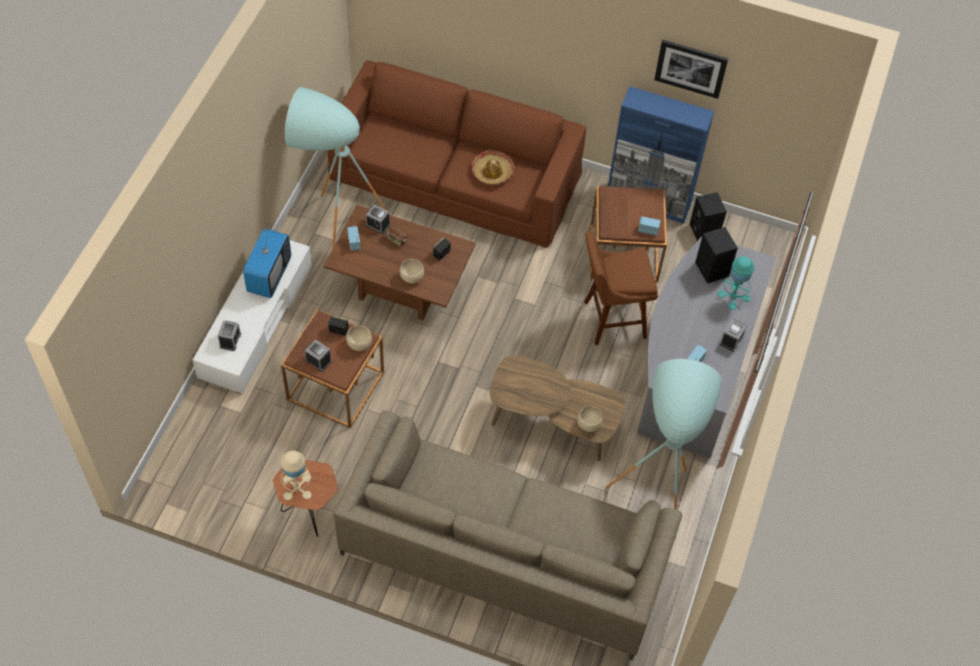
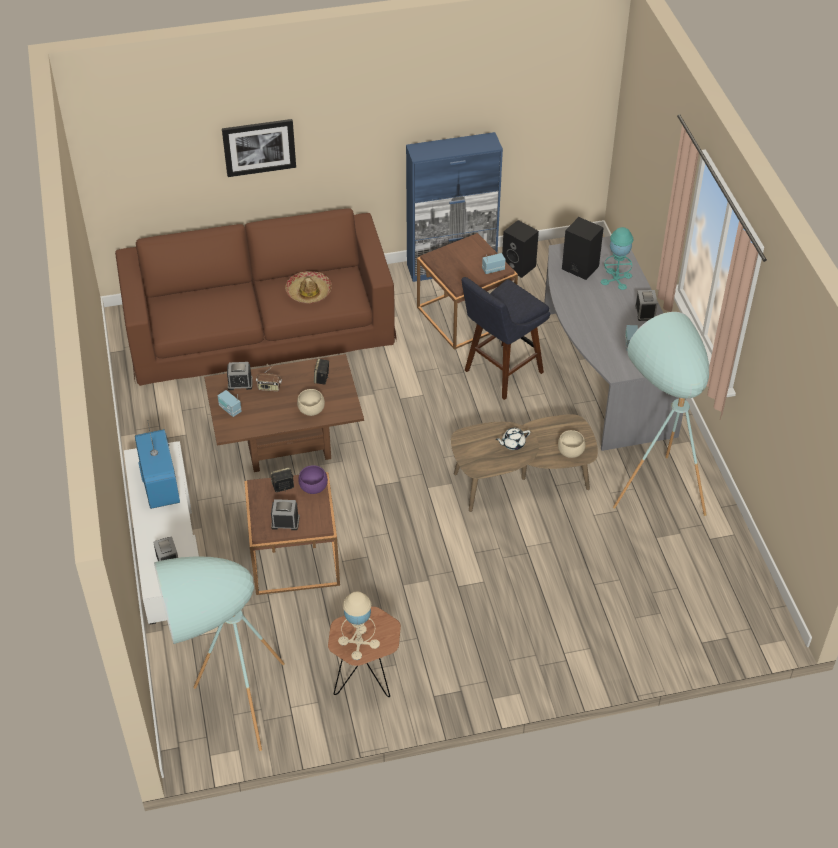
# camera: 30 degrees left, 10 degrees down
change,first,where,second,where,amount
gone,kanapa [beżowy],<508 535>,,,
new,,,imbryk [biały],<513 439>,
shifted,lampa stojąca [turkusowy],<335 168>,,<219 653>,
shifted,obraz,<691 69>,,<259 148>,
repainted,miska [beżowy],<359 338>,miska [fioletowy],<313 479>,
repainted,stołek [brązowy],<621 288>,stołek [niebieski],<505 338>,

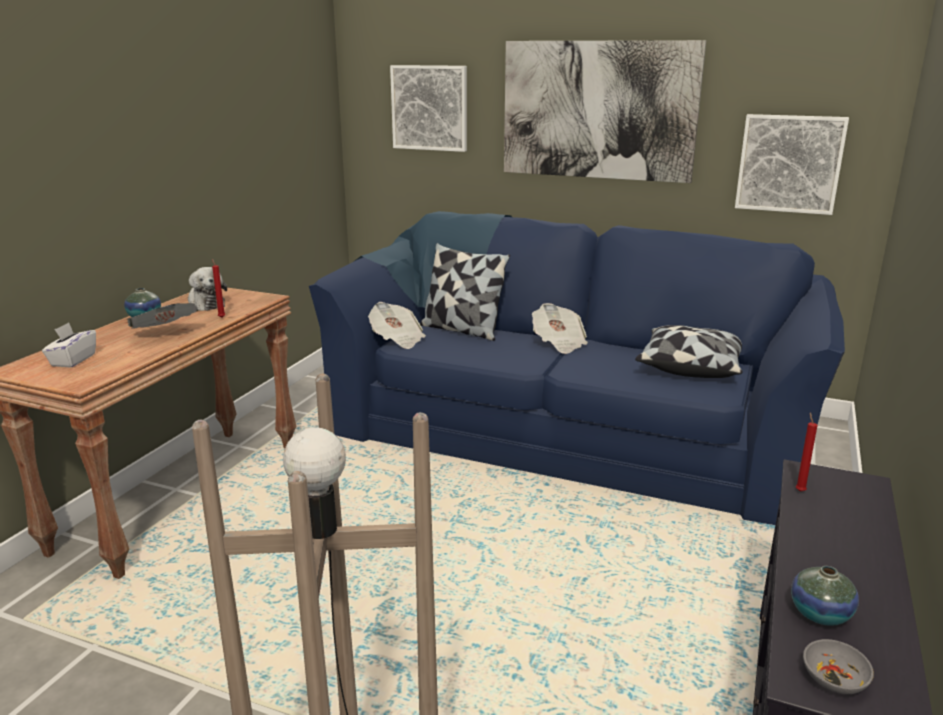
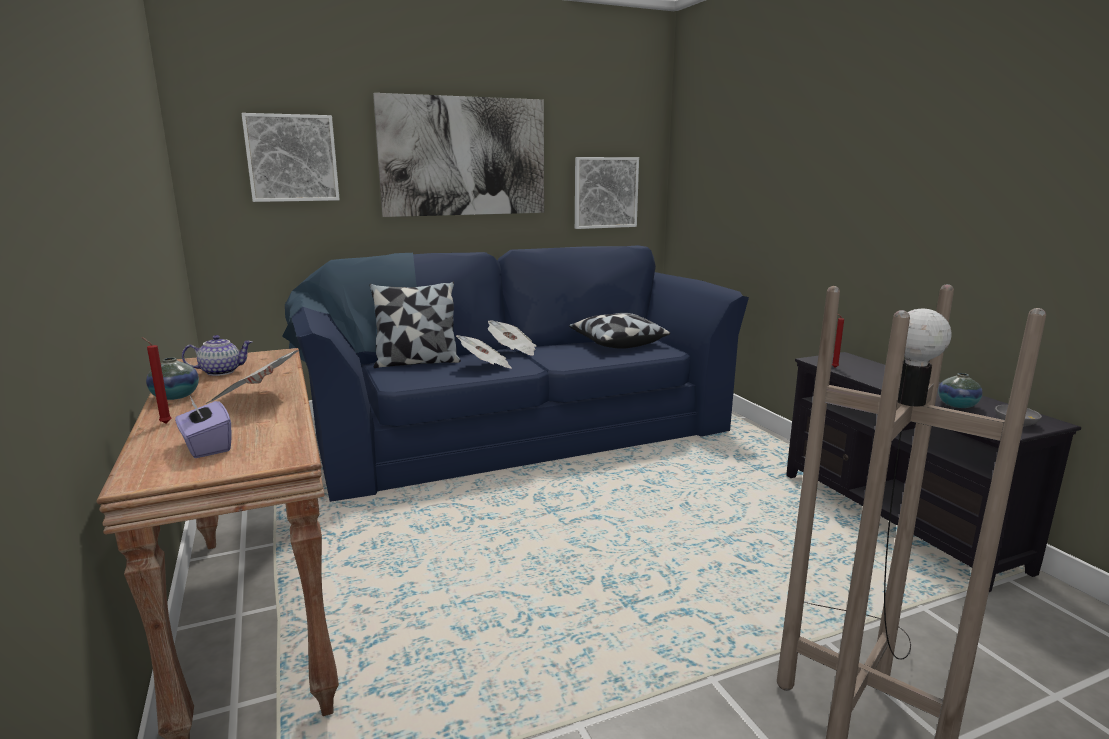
# camera: 45 degrees left, 5 degrees down
change,first,where,second,where,amount
shifted,świeca [czerwony],<218 288>,,<157 380>,
shifted,gazeta,<397 325>,,<484 352>,
swapped,pluszak,<207 289>,imbryk,<217 355>,
repainted,pudełko chusteczek [biały],<69 345>,pudełko chusteczek [fioletowy],<203 427>,

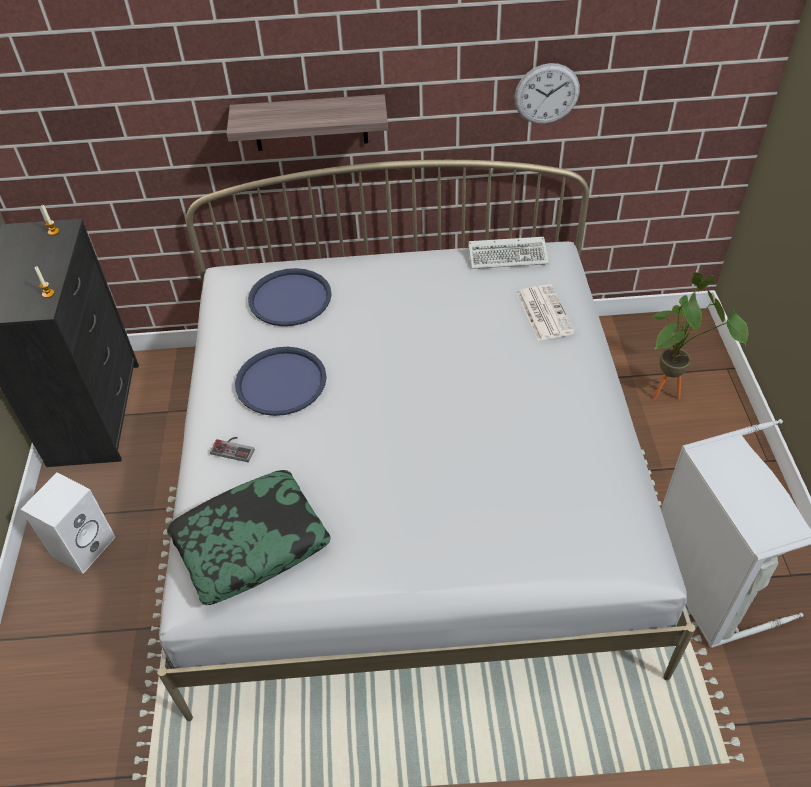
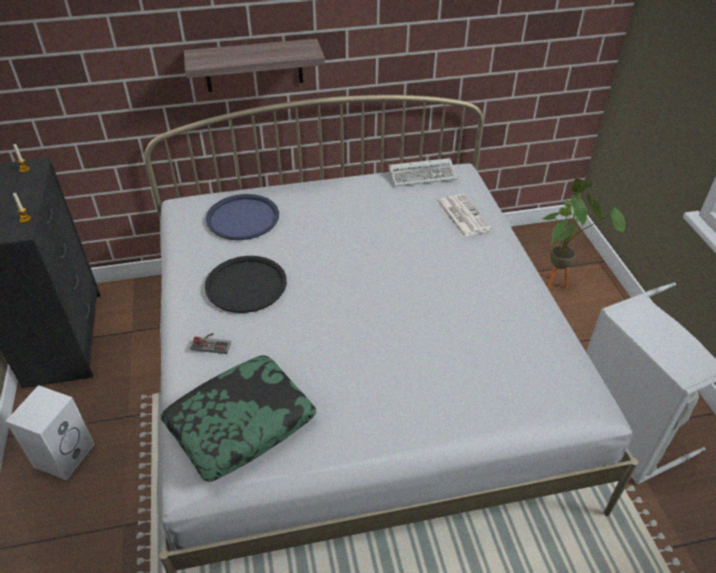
# camera: 10 degrees left, 5 degrees down
change,first,where,second,where,amount
gone,zegar ścienny,<547 93>,,,
repainted,taca [niebieski],<281 381>,taca [czarny],<246 284>,

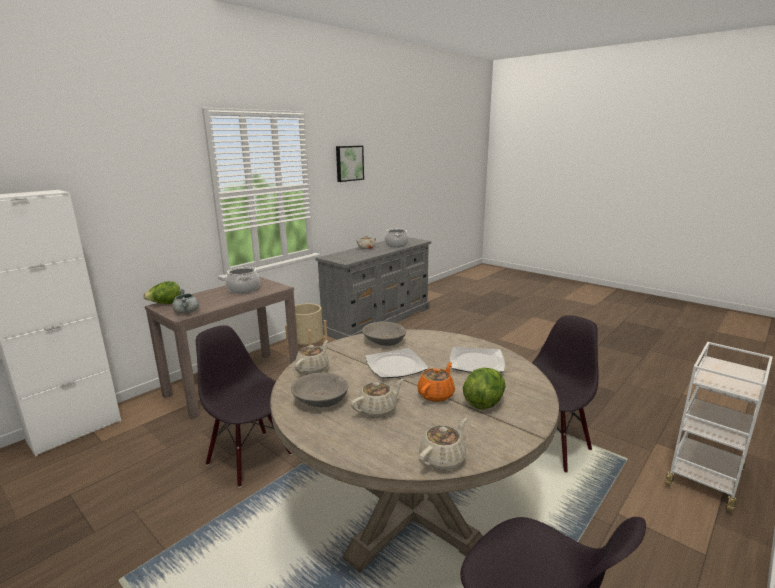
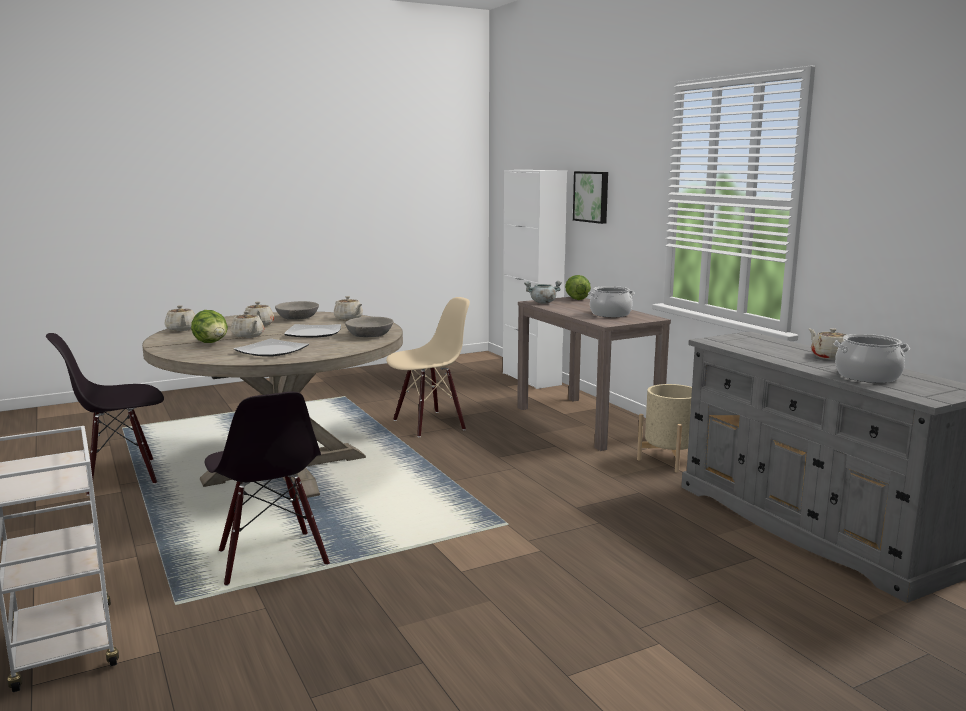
# camera: 110 degrees right, 5 degrees down
change,first,where,second,where,amount
shifted,obraz,<350 164>,,<590 197>,
repainted,krzesło [czarny],<244 406>,krzesło [beżowy],<428 367>,
repainted,imbryk [pomarańczowy],<436 382>,imbryk [beżowy],<247 324>,

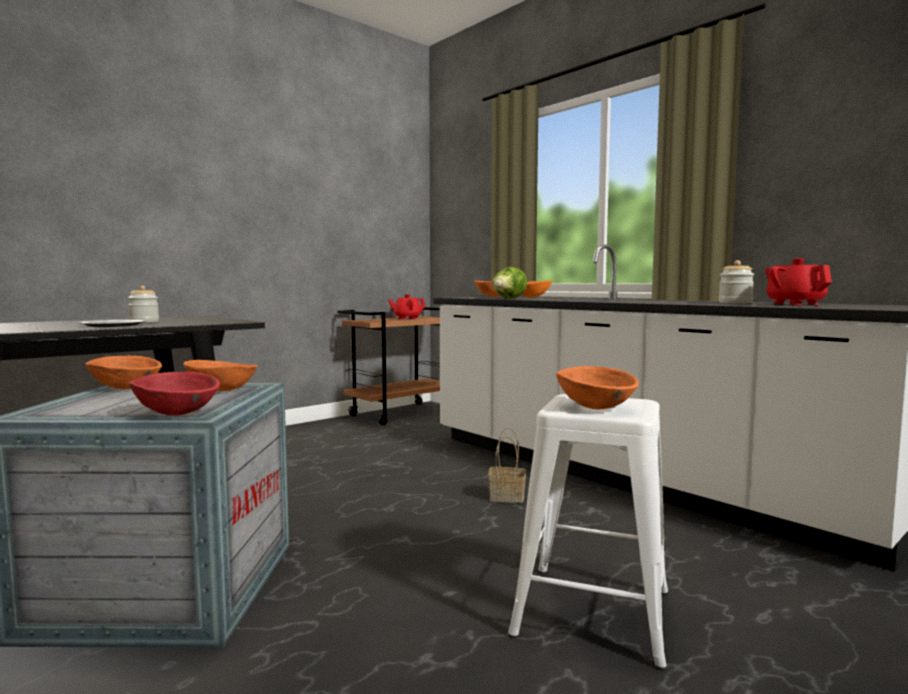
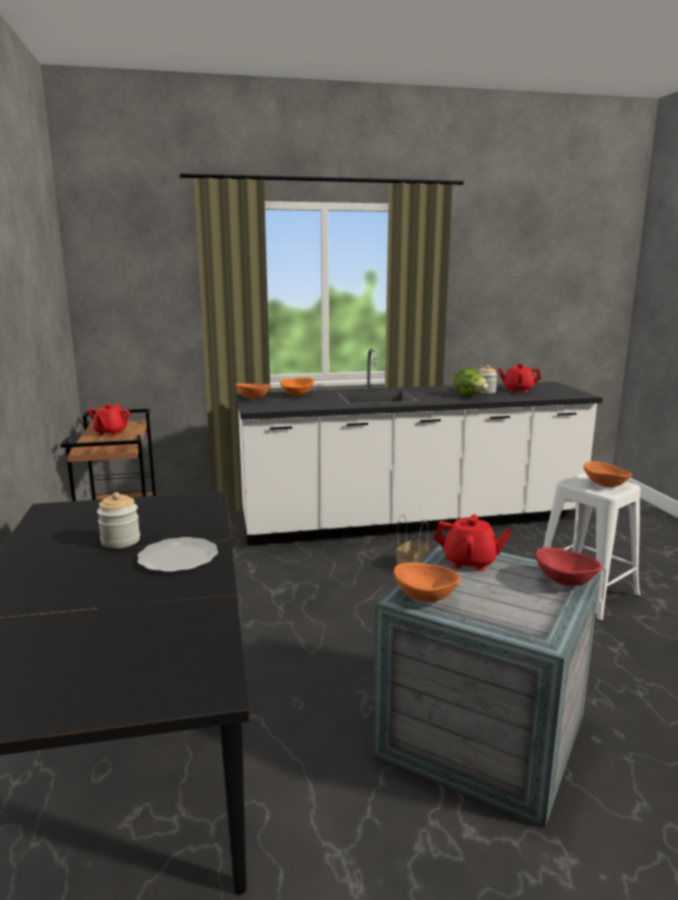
# camera: 60 degrees left, 10 degrees up
change,first,where,second,where,amount
shifted,sałata,<509 282>,,<471 382>,
swapped,miska [pomarańczowy],<220 375>,imbryk [czerwony],<472 542>,

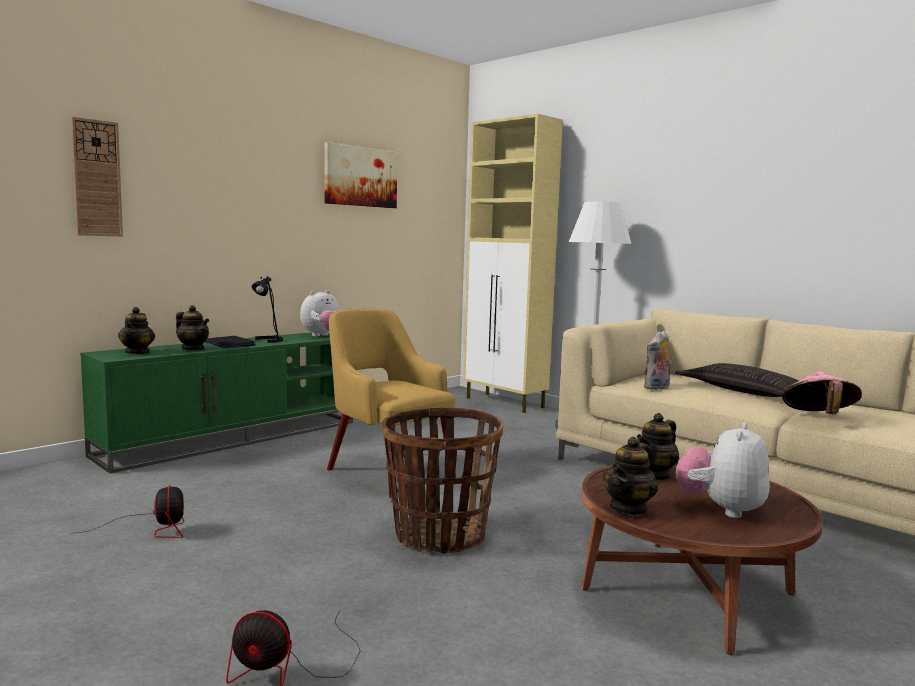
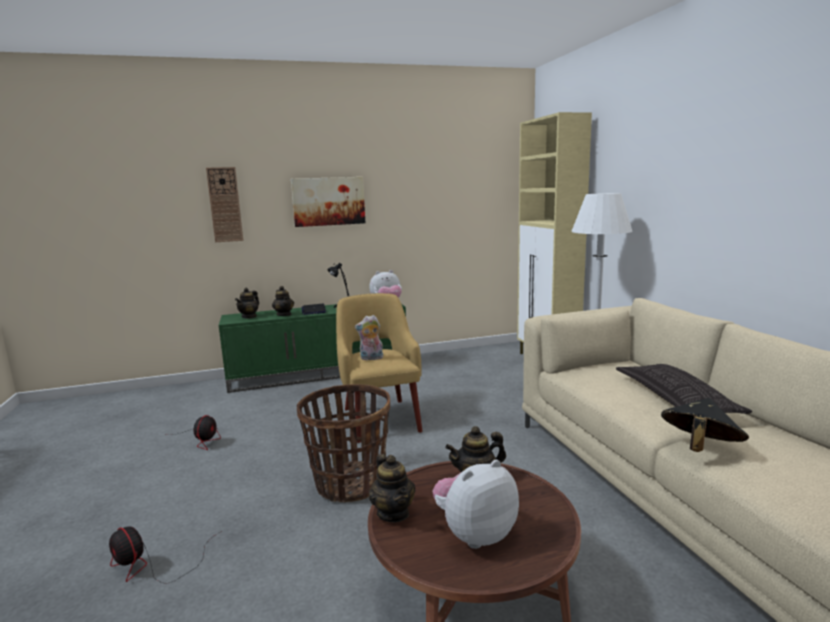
# camera: 30 degrees right, 5 degrees up
change,first,where,second,where,amount
shifted,obraz,<361 175>,,<328 202>,
shifted,pluszak,<658 360>,,<369 337>,
repainted,kapelusz [różowy],<822 392>,kapelusz [czarny],<705 425>,
rotated,imbryk,<630 476>,,<392 488>,90 degrees counterclockwise

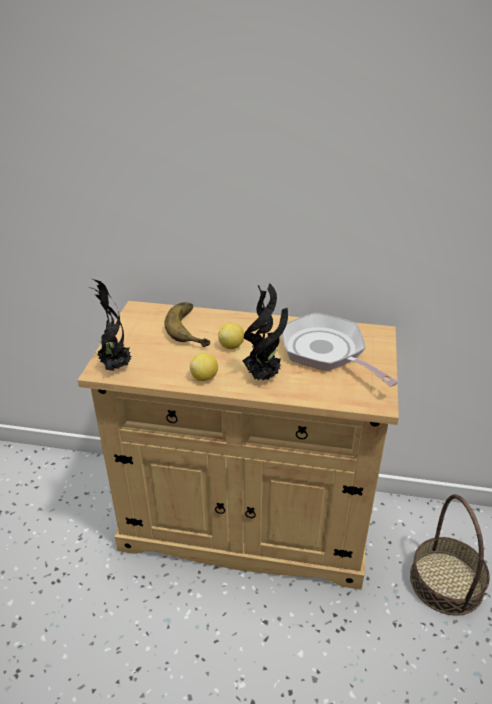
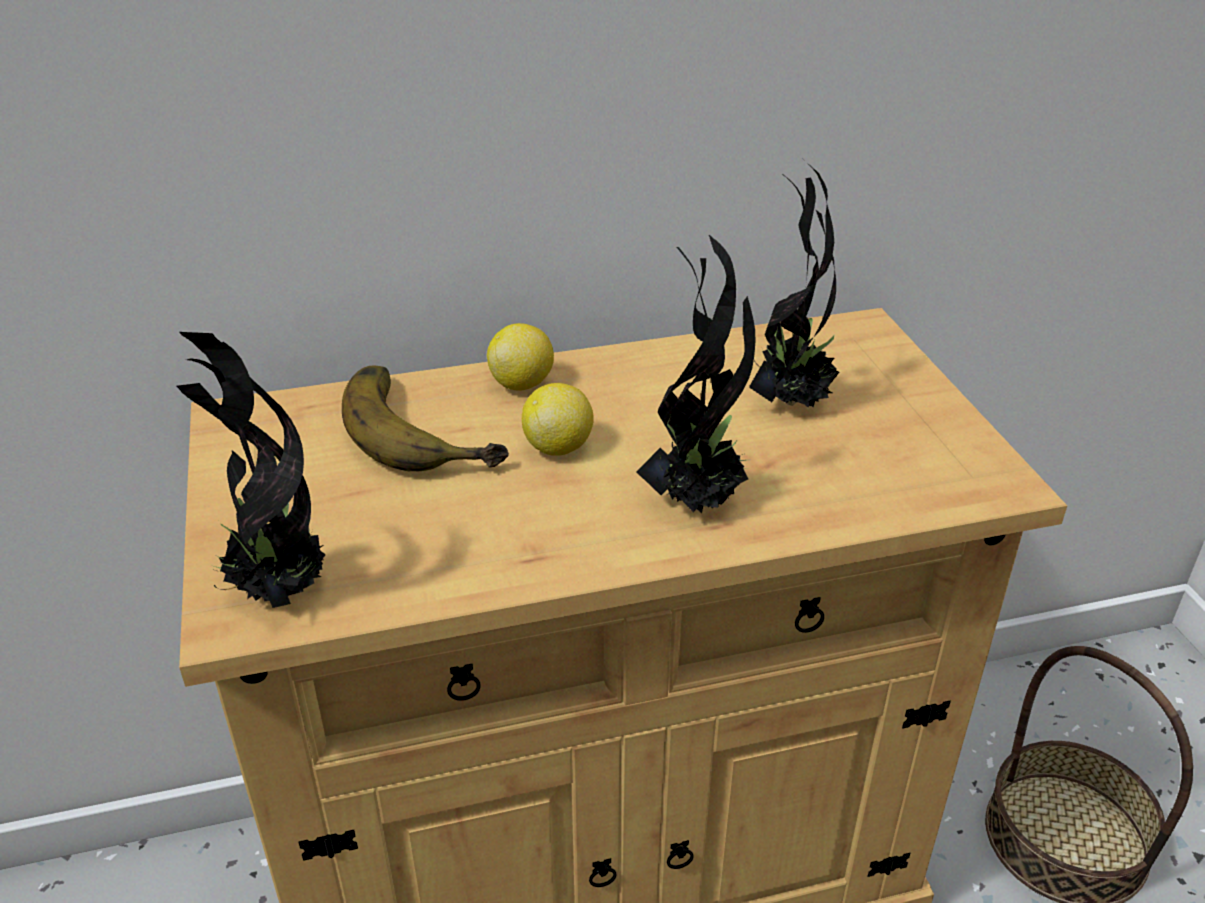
# camera: 25 degrees left, 0 degrees up
change,first,where,second,where,amount
shifted,cytryna,<204 367>,,<520 356>,
swapped,patelnia,<340 350>,roślina doniczkowa,<794 284>,

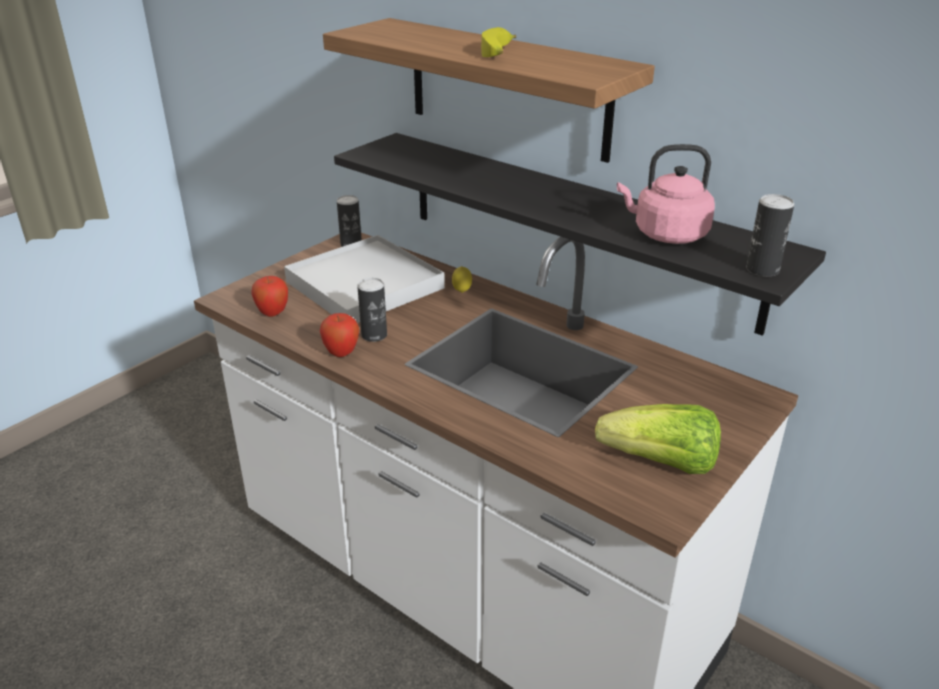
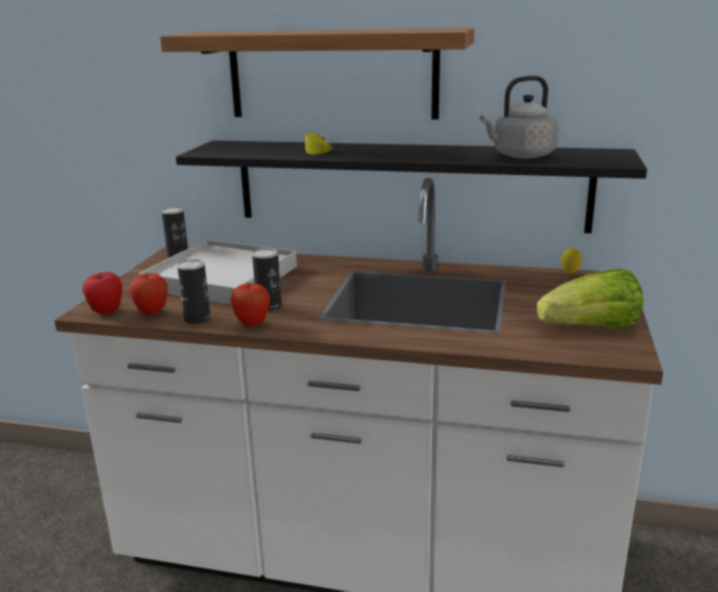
# camera: 25 degrees left, 10 degrees down
change,first,where,second,where,amount
new,,,jabłko,<102 293>,
shifted,cytryna,<462 279>,,<571 260>,
shifted,banan,<498 42>,,<319 144>,
shifted,puszka,<770 235>,,<194 292>,
repainted,czajnik [różowy],<666 194>,czajnik [szary],<519 117>,

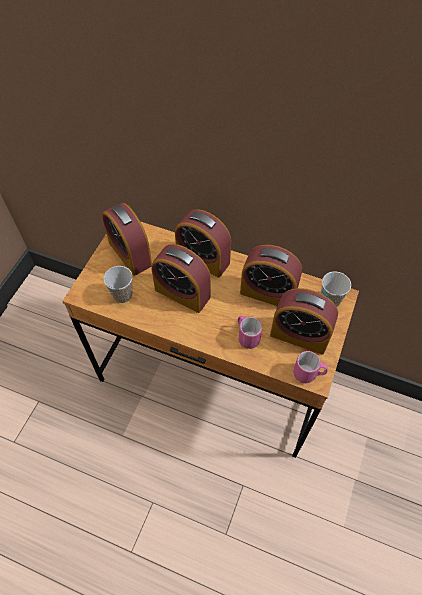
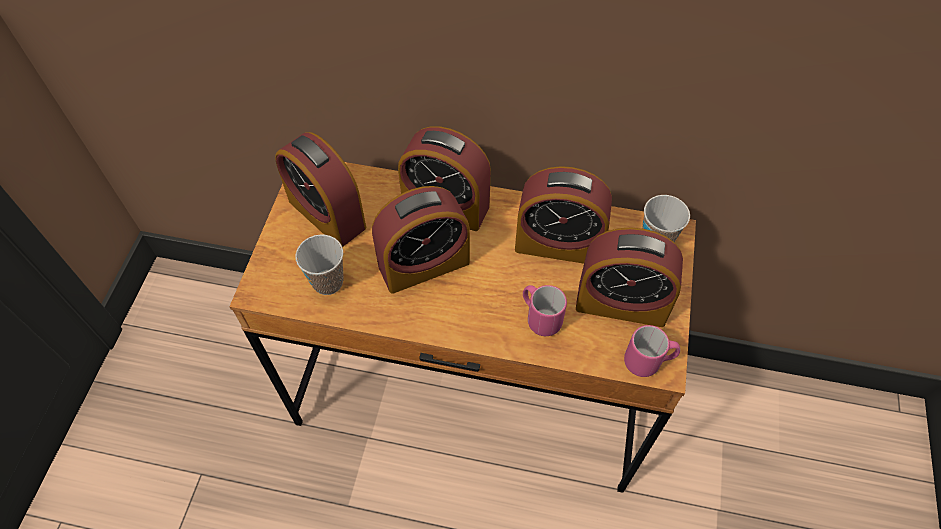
# camera: 10 degrees left, 0 degrees up
change,first,where,second,where,amount
rotated,budzik,<181 278>,,<421 240>,45 degrees counterclockwise

